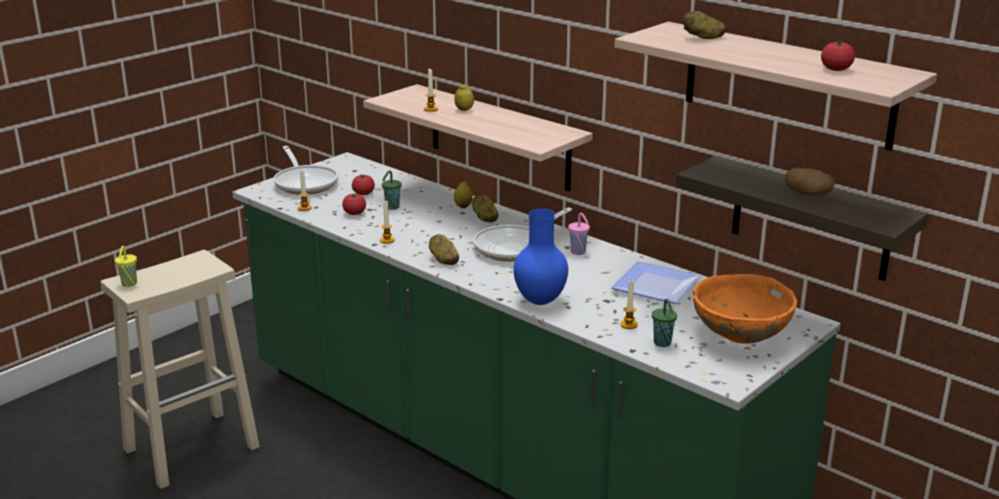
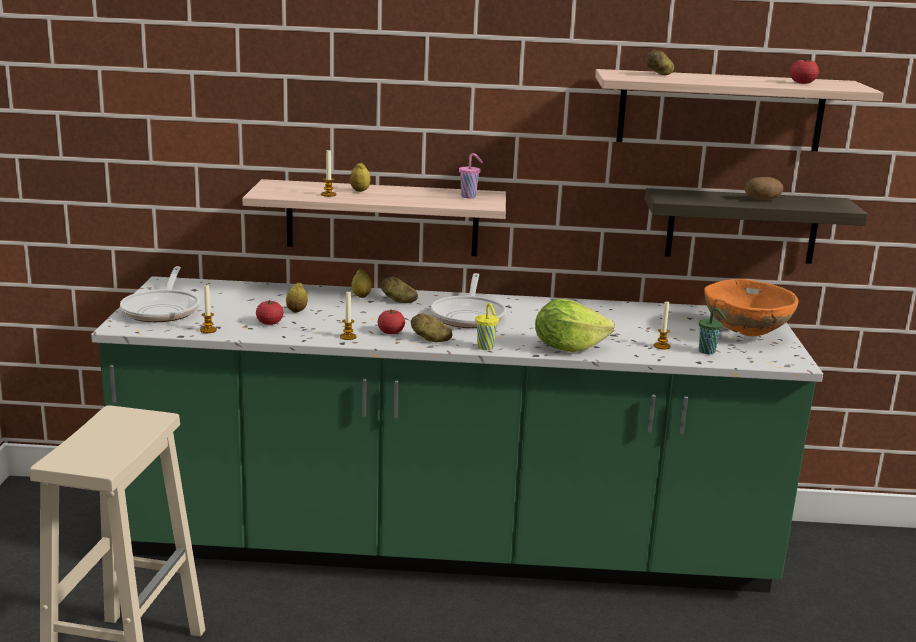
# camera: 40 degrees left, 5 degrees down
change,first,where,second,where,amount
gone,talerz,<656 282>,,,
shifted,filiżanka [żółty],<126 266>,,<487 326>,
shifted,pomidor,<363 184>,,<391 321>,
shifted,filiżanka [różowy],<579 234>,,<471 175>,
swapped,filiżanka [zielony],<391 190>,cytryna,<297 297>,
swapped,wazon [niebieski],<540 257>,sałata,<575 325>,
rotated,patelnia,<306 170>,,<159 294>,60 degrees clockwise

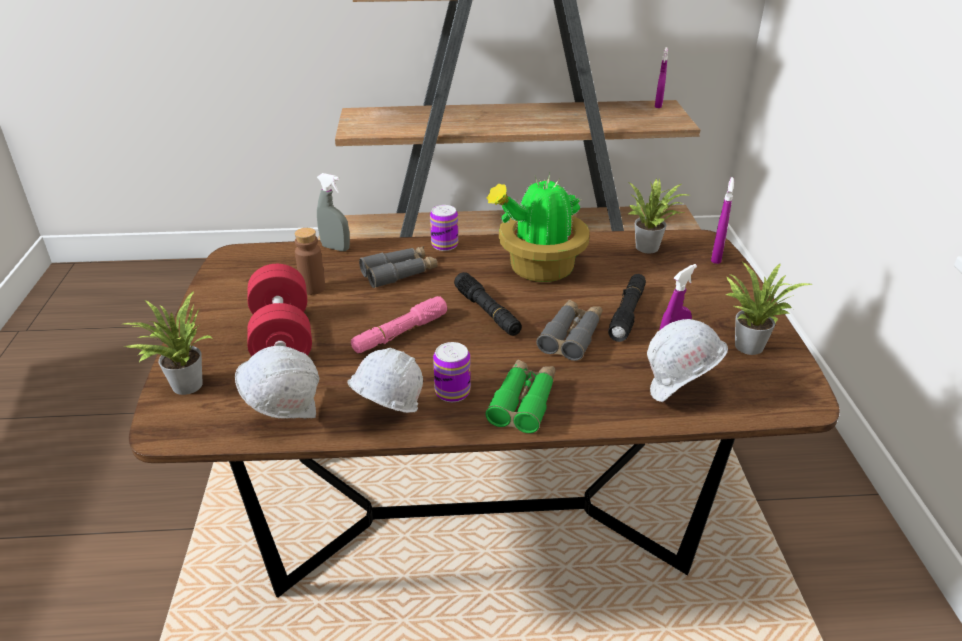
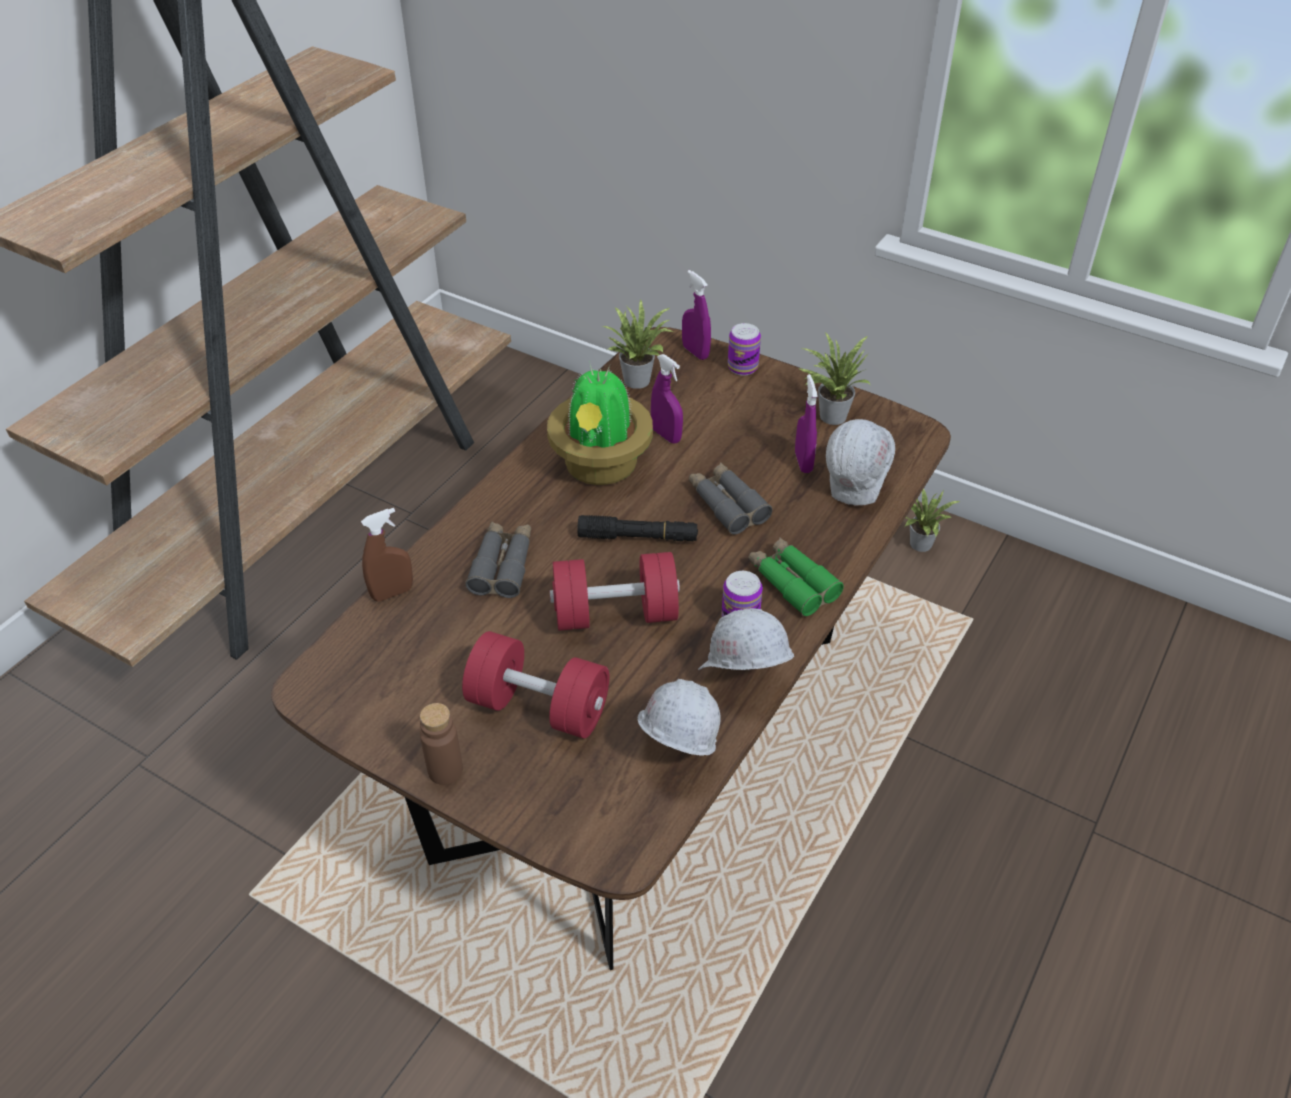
# camera: 55 degrees left, 10 degrees up
change,first,where,second,where,amount
gone,latarka [czarny],<627 308>,,,
shifted,roślina doniczkowa,<169 342>,,<933 520>,
shifted,butelka [brązowy],<310 261>,,<441 744>,
shifted,puszka,<444 228>,,<744 349>,
shifted,spryskiwacz [fioletowy],<661 77>,,<667 398>,
swapped,latarka [różowy],<399 324>,hantel [czerwony],<615 591>,
repainted,spryskiwacz [szary],<333 212>,spryskiwacz [brązowy],<387 555>,

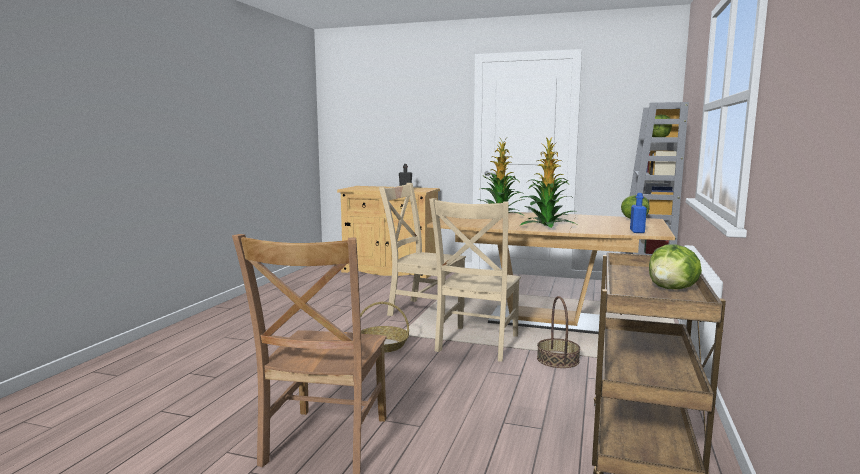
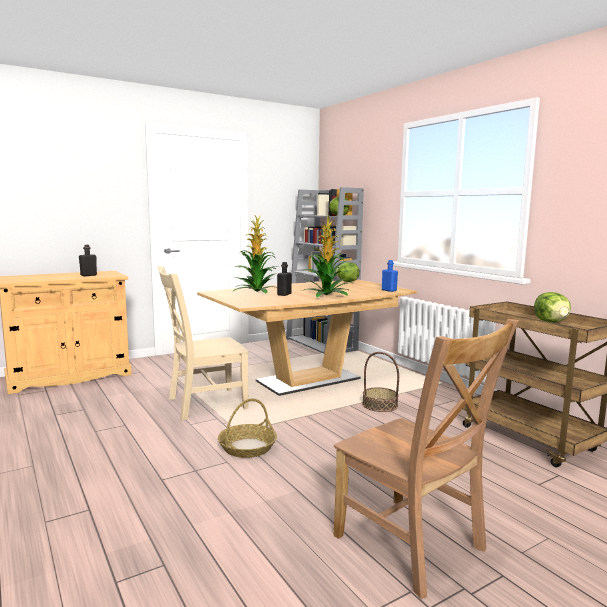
# camera: 50 degrees left, 0 degrees up
change,first,where,second,where,amount
gone,krzesło [beżowy],<475 280>,,,
new,,,butelka [czarny],<284 279>,

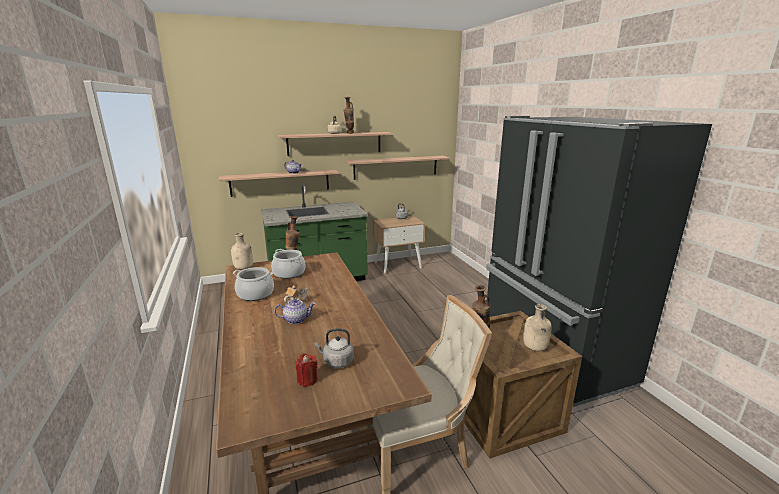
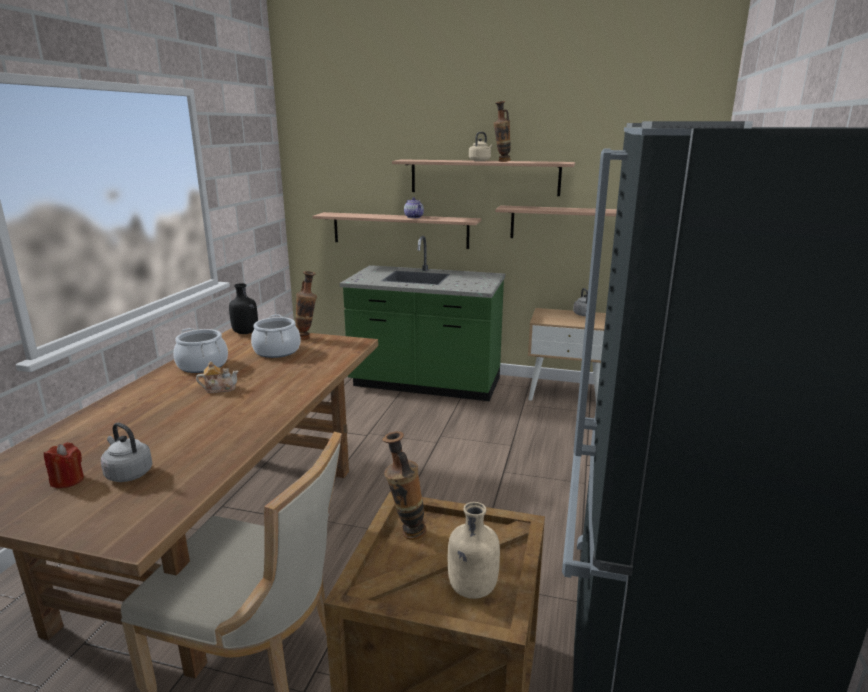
# camera: 35 degrees right, 0 degrees up
change,first,where,second,where,amount
gone,imbryk,<294 311>,,,
repainted,butelka [beżowy],<242 251>,butelka [czarny],<243 308>,

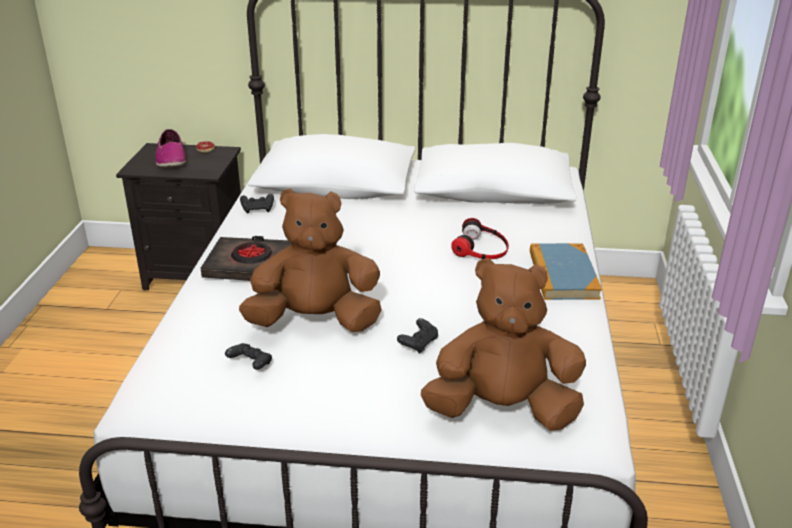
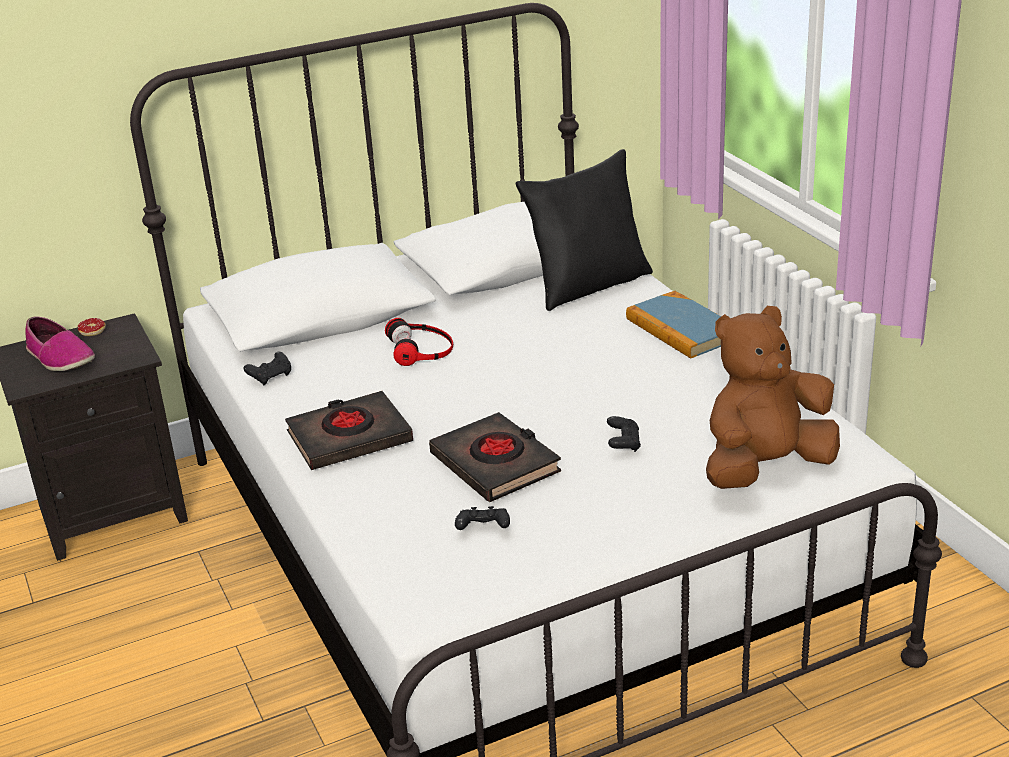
# camera: 30 degrees left, 0 degrees up
change,first,where,second,where,amount
new,,,poduszka [czarny],<584 230>,
shifted,słuchawki,<480 238>,,<419 342>,
swapped,pluszak [brązowy],<310 260>,książka [czarny],<495 457>,

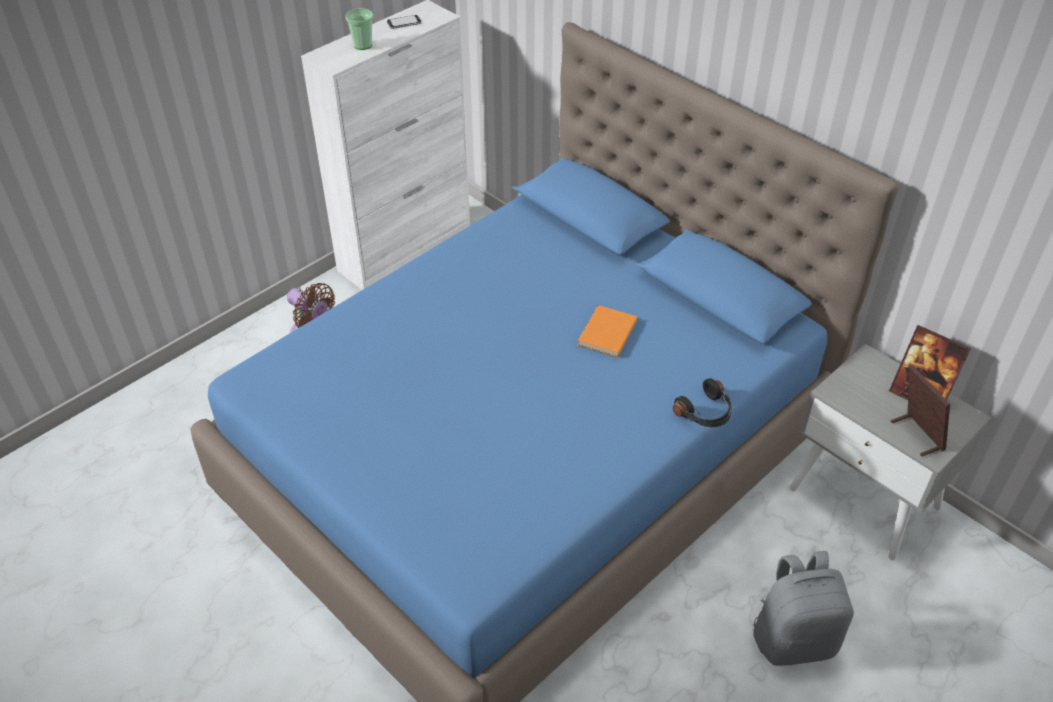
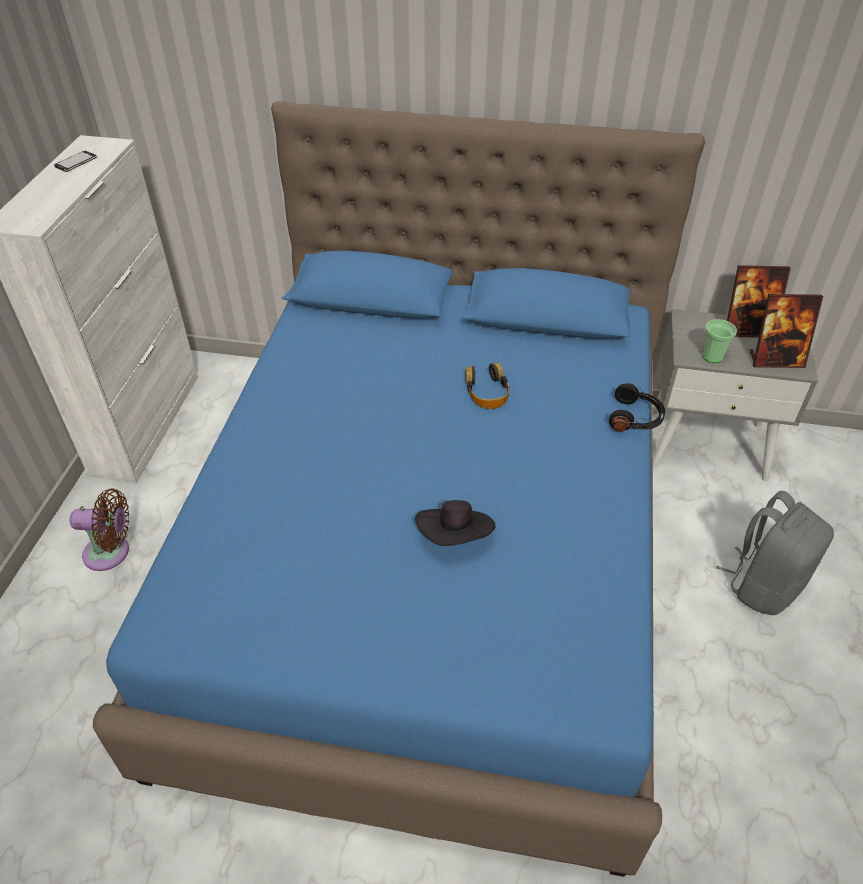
# camera: 35 degrees left, 0 degrees up
change,first,where,second,where,amount
new,,,kapelusz [czarny],<455 523>,
shifted,filiżanka,<359 29>,,<719 341>,
swapped,książka [pomarańczowy],<607 331>,słuchawki,<488 386>,
rotated,ramka na zdjęcie,<920 411>,,<786 331>,150 degrees clockwise

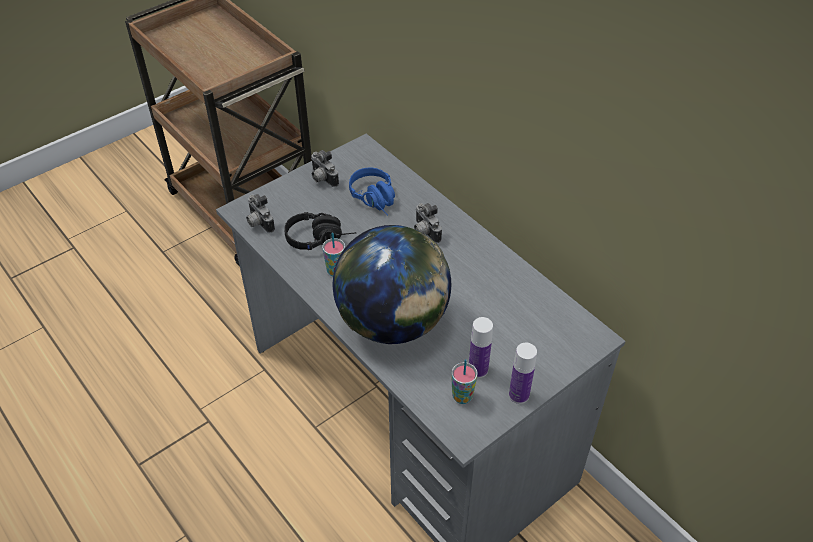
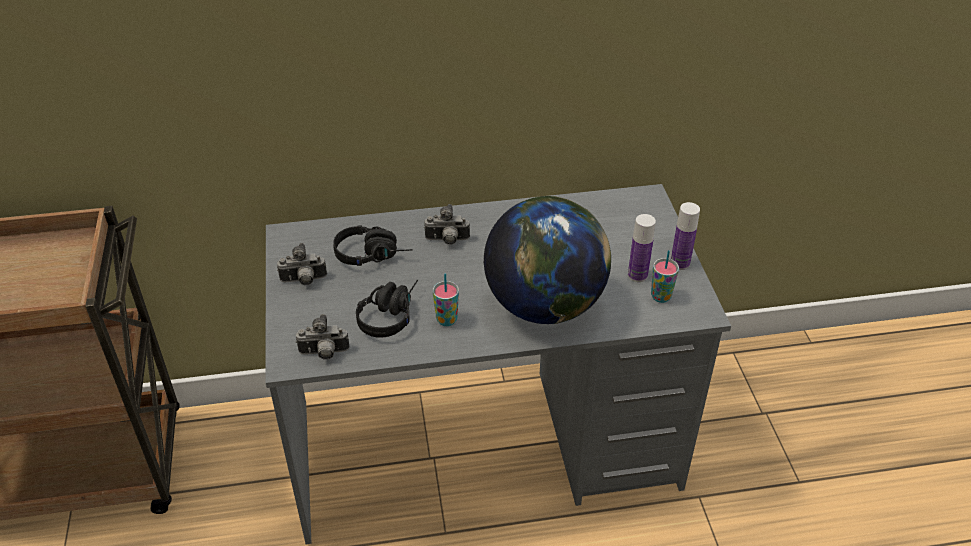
# camera: 60 degrees left, 5 degrees down
change,first,where,second,where,amount
repainted,słuchawki [niebieski],<372 191>,słuchawki [czarny],<373 245>,

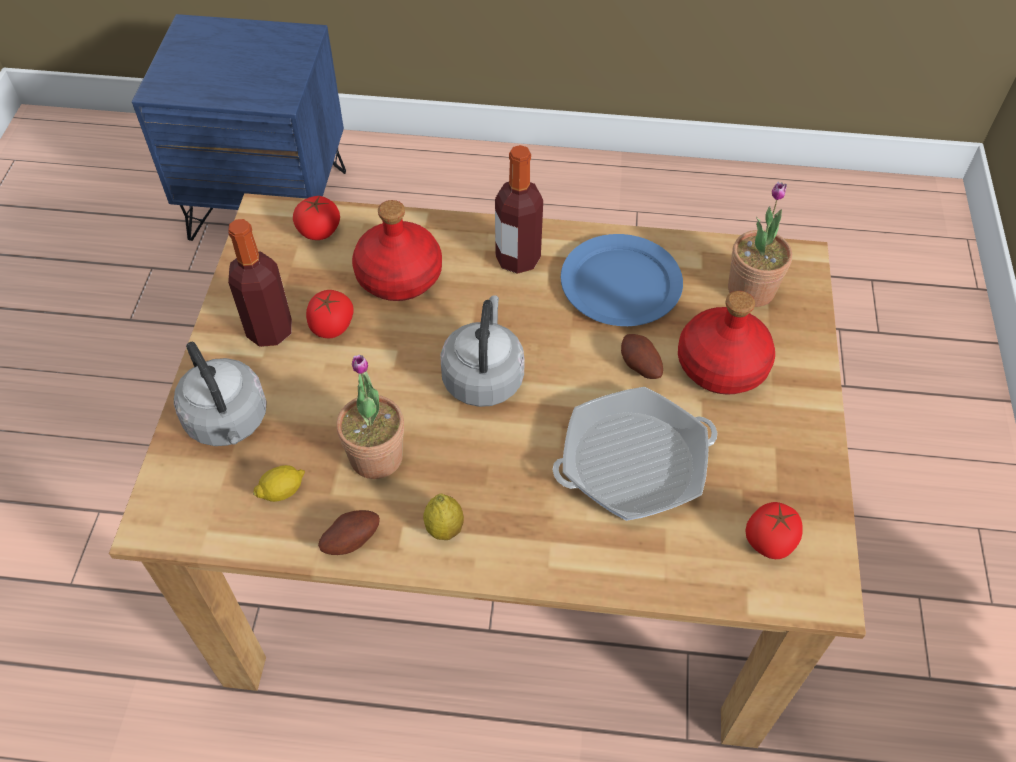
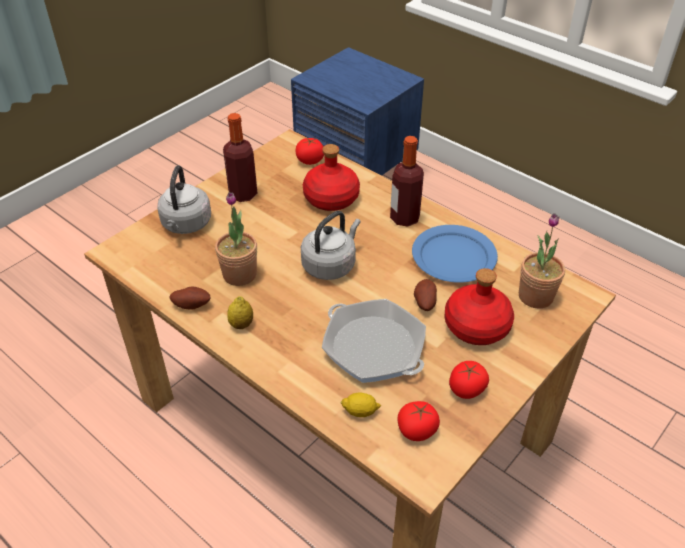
# camera: 35 degrees right, 10 degrees down
change,first,where,second,where,amount
shifted,cytryna,<279 483>,,<361 405>,
shifted,pomidor,<330 314>,,<469 380>,
rotated,patelnia,<634 454>,,<374 341>,150 degrees counterclockwise

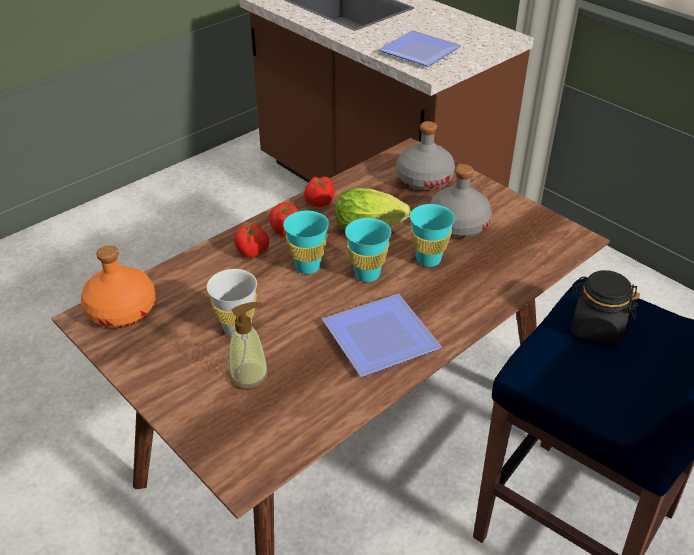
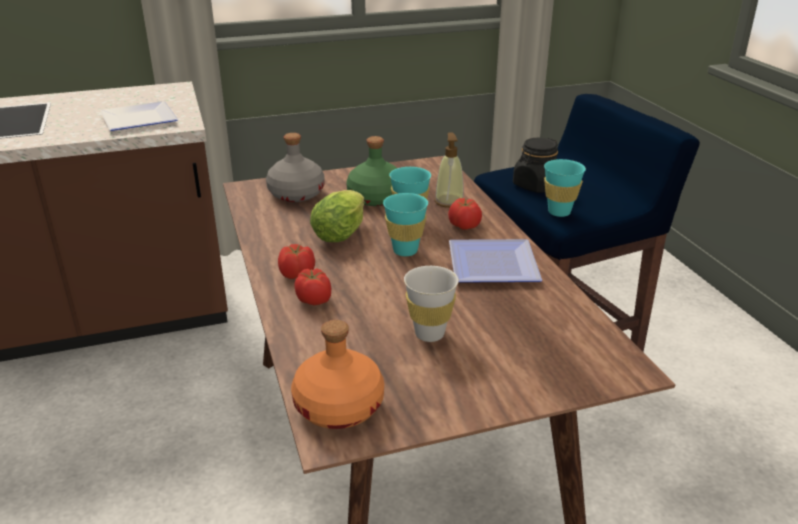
# camera: 65 degrees left, 10 degrees down
change,first,where,second,where,amount
shifted,dozownik mydła,<249 346>,,<449 170>,
shifted,filiżanka [turkusowy],<306 242>,,<565 188>,
shifted,pomidor,<319 191>,,<465 214>,
repainted,butelka [szary],<460 201>,butelka [zielony],<371 171>,

